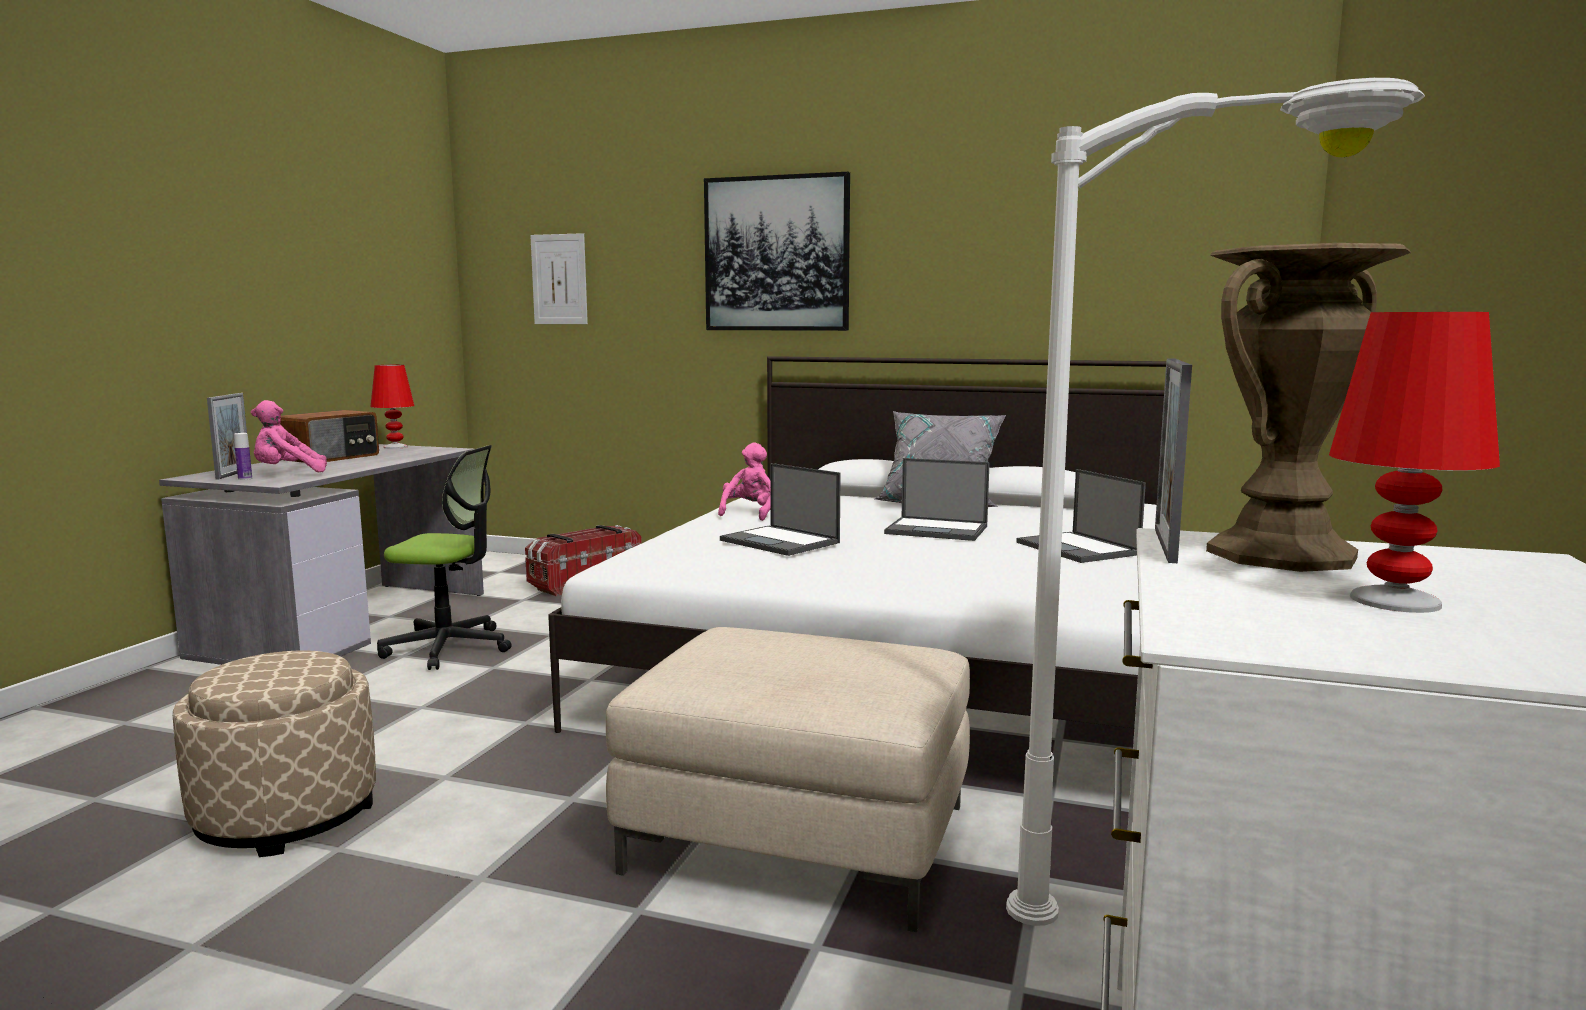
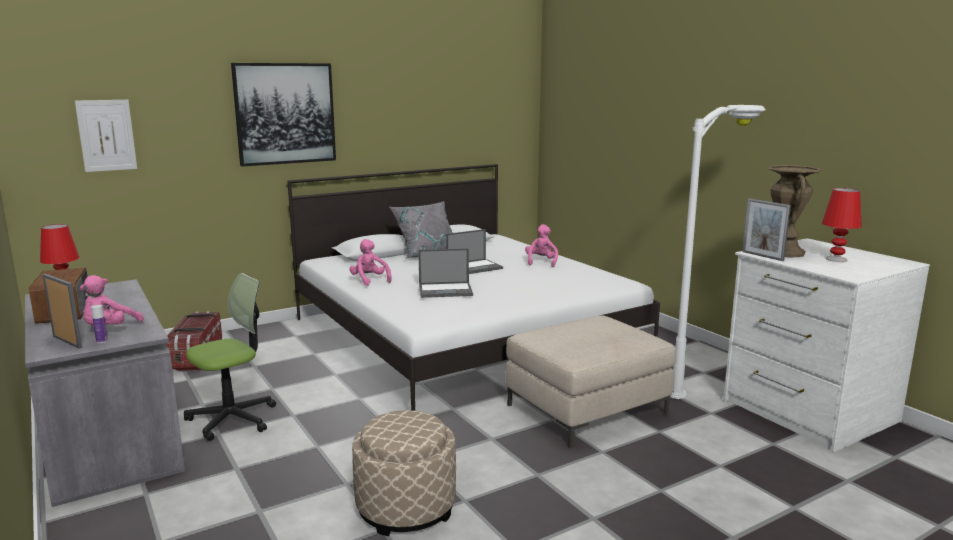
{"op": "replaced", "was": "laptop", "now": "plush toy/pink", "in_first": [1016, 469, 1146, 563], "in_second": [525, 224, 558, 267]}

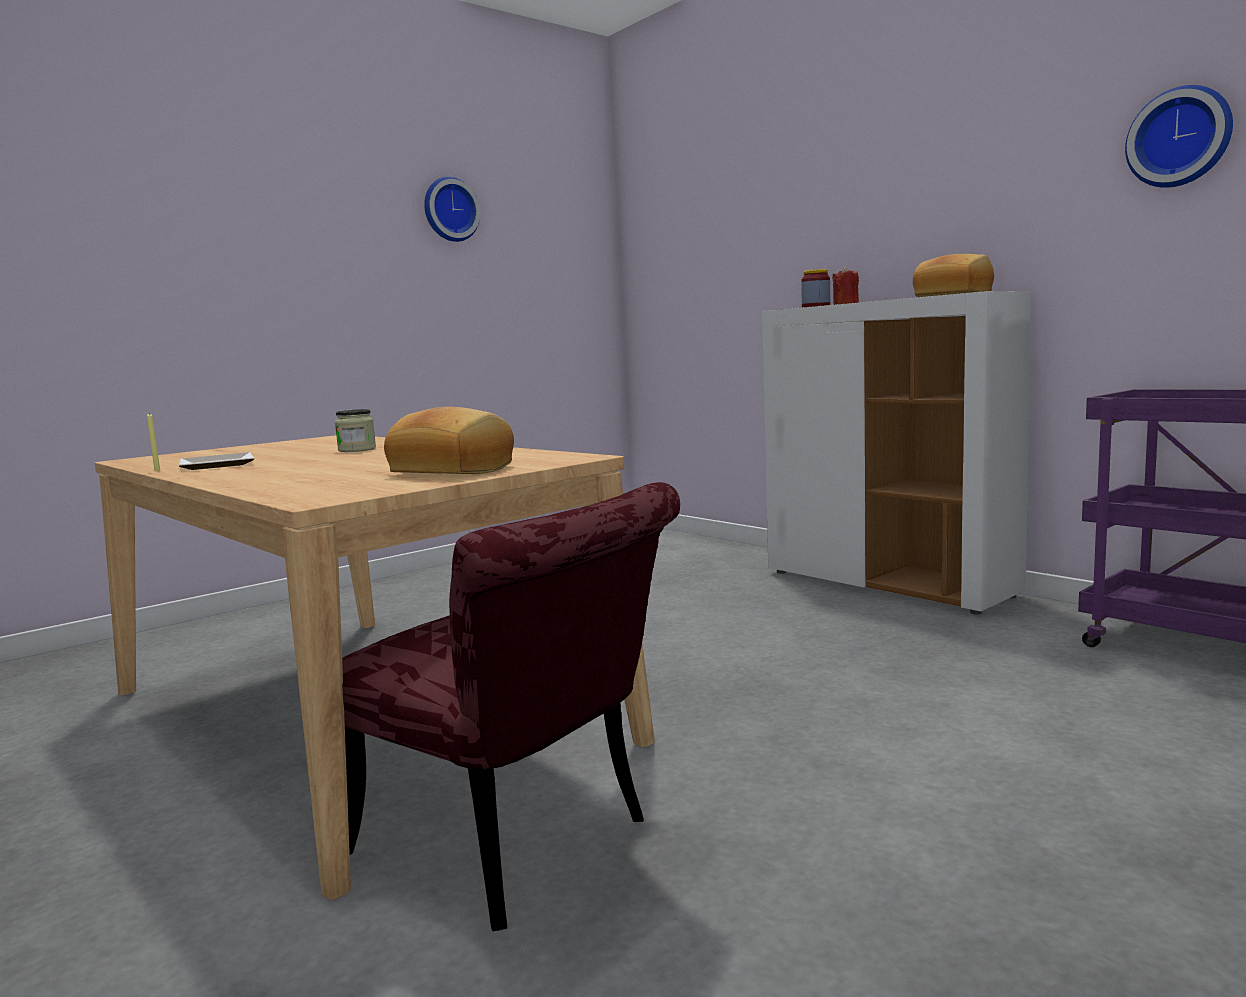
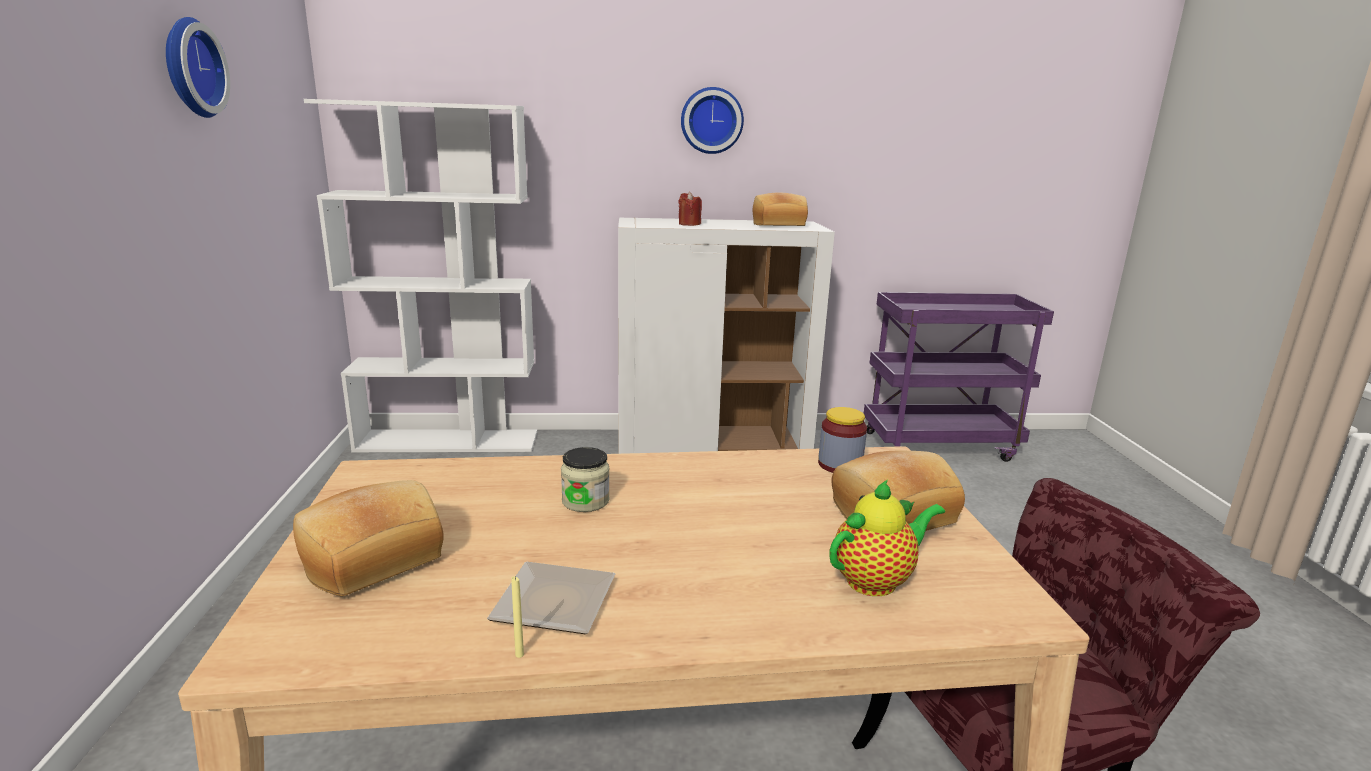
{"op": "added", "now": "bread", "in_second": [293, 480, 444, 596]}
{"op": "added", "now": "bookcase/white", "in_second": [304, 99, 537, 452]}
{"op": "moved", "was": "wall clock", "in_first": [1125, 85, 1233, 188], "in_second": [681, 87, 744, 154]}
{"op": "moved", "was": "jar", "in_first": [801, 269, 830, 307], "in_second": [818, 407, 867, 473]}
{"op": "added", "now": "teapot", "in_second": [830, 479, 945, 596]}

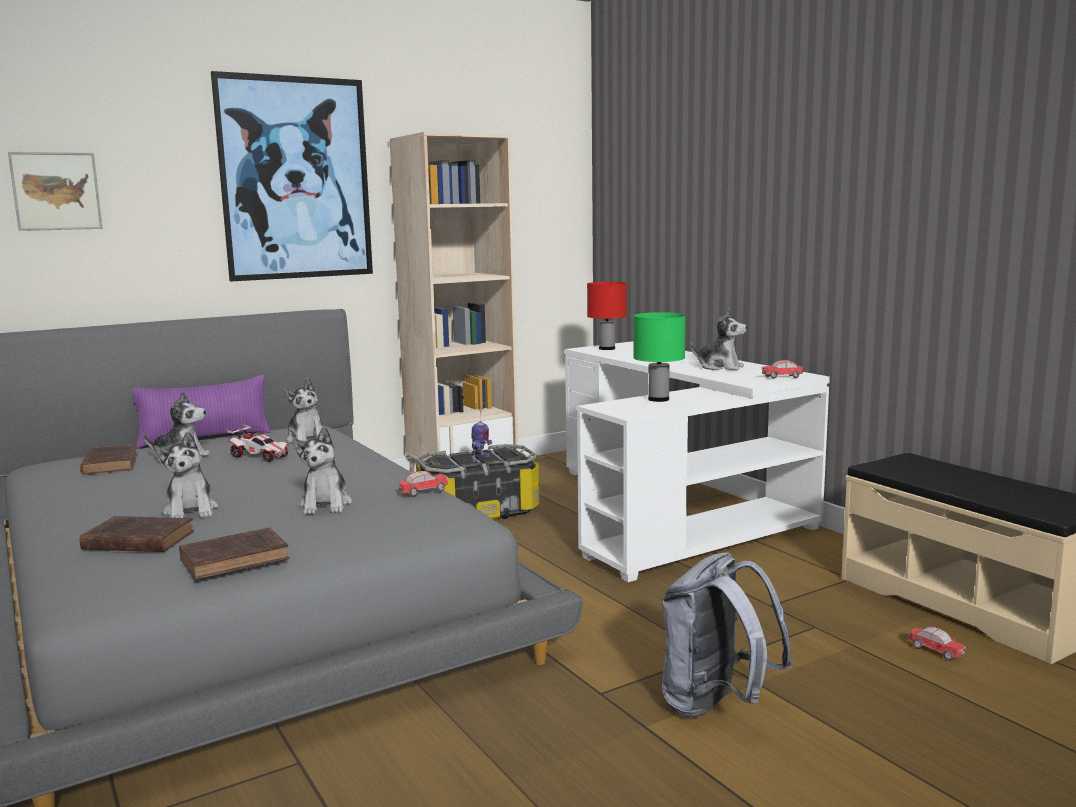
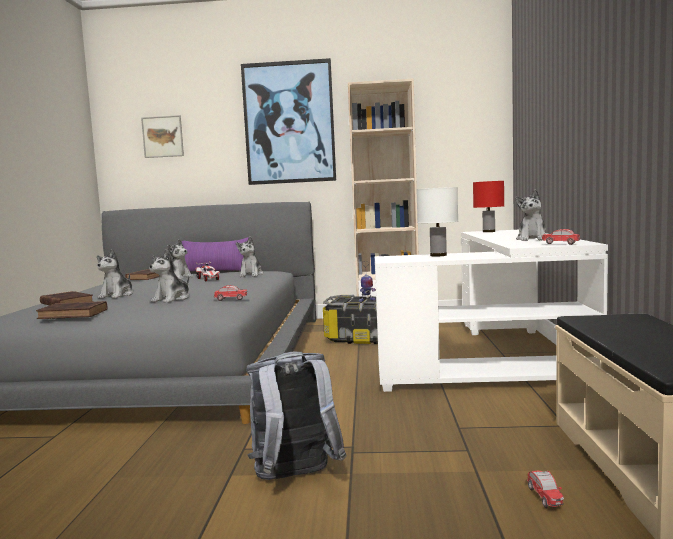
{"op": "recoloured", "was": "table lamp/green", "now": "table lamp/white", "in_first": [633, 312, 686, 402], "in_second": [416, 187, 458, 257]}
{"op": "turned", "was": "plush toy", "in_first": [691, 308, 747, 370], "in_second": [515, 189, 546, 241], "clockwise": 45}

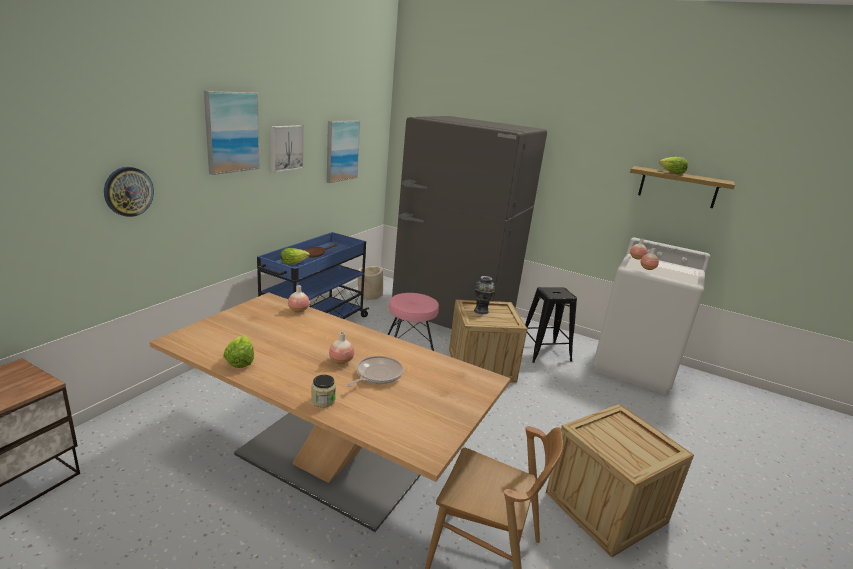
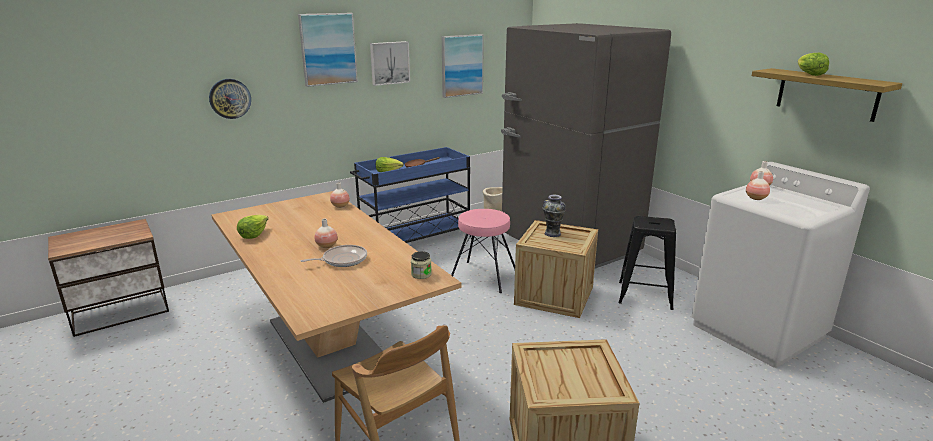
{"op": "moved", "was": "jar", "in_first": [312, 375, 336, 408], "in_second": [411, 251, 432, 279]}

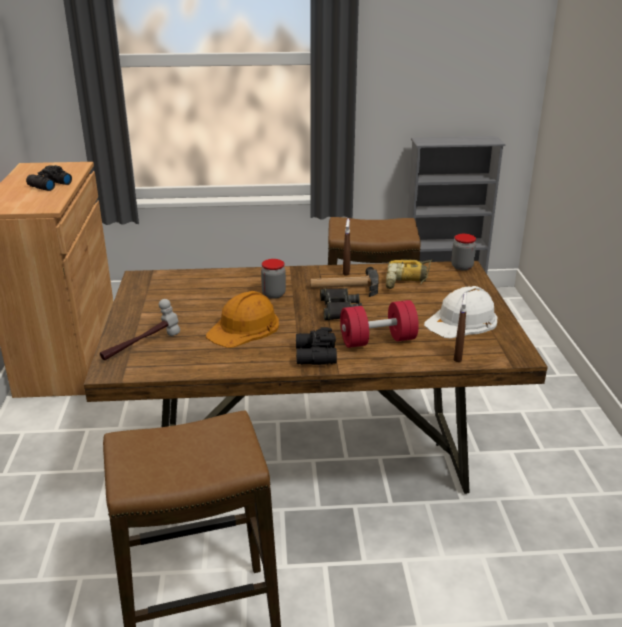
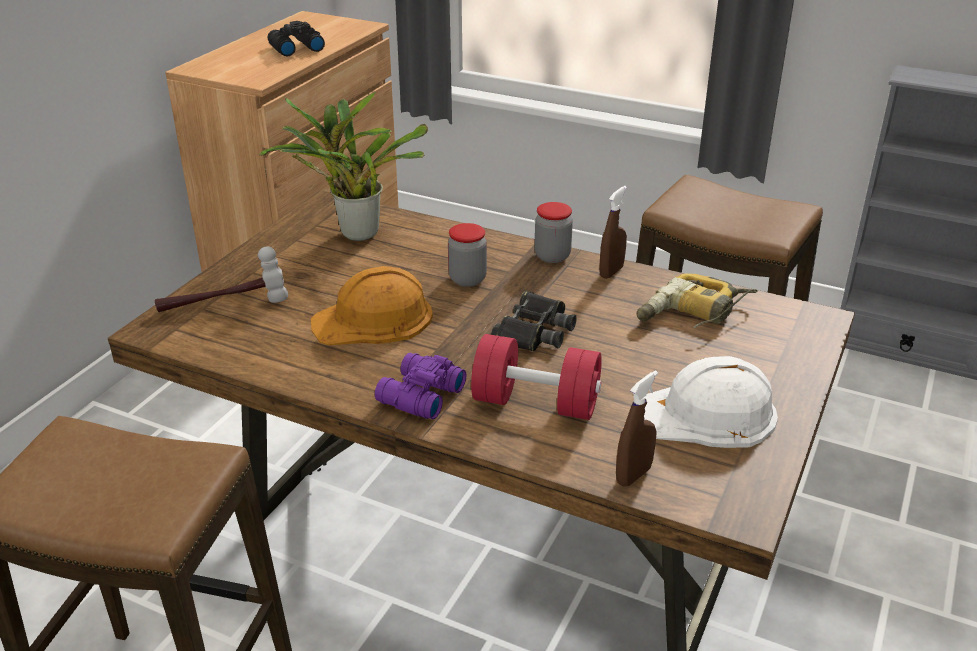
{"op": "added", "now": "potted plant", "in_second": [259, 92, 428, 241]}
{"op": "recoloured", "was": "binoculars/black", "now": "binoculars/purple", "in_first": [296, 327, 337, 365], "in_second": [375, 353, 466, 419]}
{"op": "moved", "was": "jar", "in_first": [451, 234, 476, 270], "in_second": [534, 202, 573, 263]}
{"op": "removed", "was": "hammer", "in_first": [310, 267, 378, 297]}

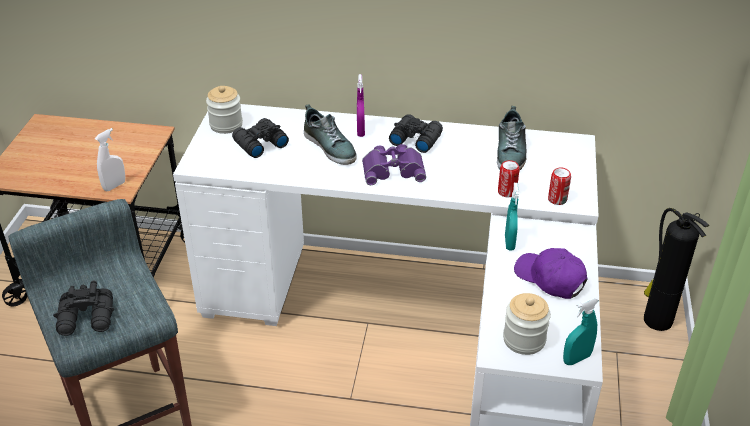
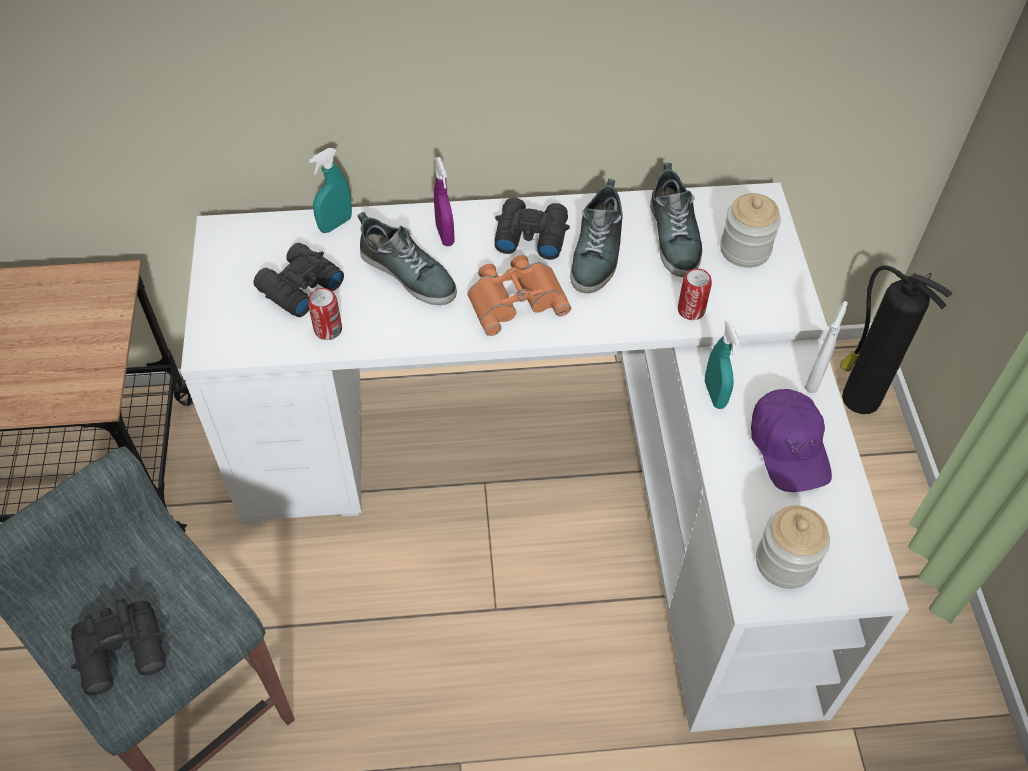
{"op": "moved", "was": "can", "in_first": [548, 168, 571, 205], "in_second": [308, 288, 342, 340]}
{"op": "moved", "was": "spray bottle/turquoise", "in_first": [563, 297, 599, 365], "in_second": [309, 148, 352, 233]}
{"op": "recoloured", "was": "binoculars/purple", "now": "binoculars/orange", "in_first": [362, 144, 426, 185], "in_second": [467, 255, 571, 336]}
{"op": "added", "now": "shoe", "in_second": [570, 178, 623, 293]}
{"op": "moved", "was": "jar", "in_first": [206, 86, 243, 134], "in_second": [720, 193, 781, 268]}
{"op": "turned", "was": "cap/purple", "in_first": [514, 248, 587, 299], "in_second": [751, 389, 832, 492], "clockwise": -135}
{"op": "moved", "was": "spray bottle/white", "in_first": [95, 128, 125, 191], "in_second": [805, 301, 848, 393]}

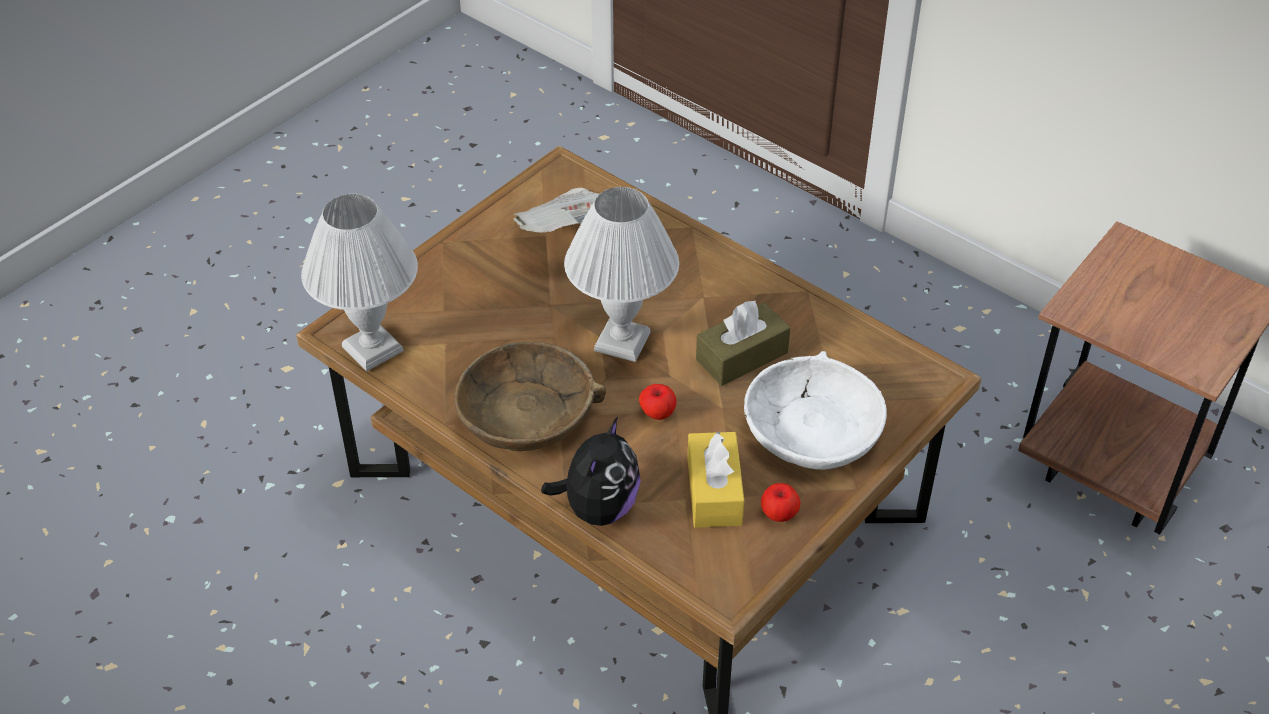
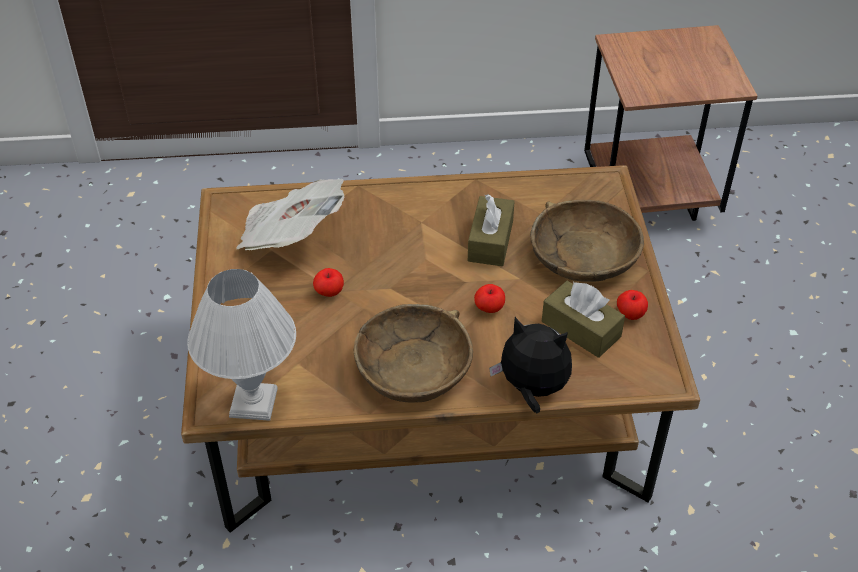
{"op": "added", "now": "apple", "in_second": [313, 268, 344, 297]}
{"op": "turned", "was": "plush toy", "in_first": [541, 417, 641, 526], "in_second": [489, 317, 572, 413], "clockwise": -45}
{"op": "recoloured", "was": "bowl/white", "now": "bowl/brown", "in_first": [744, 351, 887, 470], "in_second": [530, 200, 644, 282]}
{"op": "recoloured", "was": "tissue box/yellow", "now": "tissue box/brown", "in_first": [687, 431, 744, 528], "in_second": [542, 281, 625, 358]}
{"op": "removed", "was": "table lamp/white", "in_first": [564, 187, 679, 362]}

